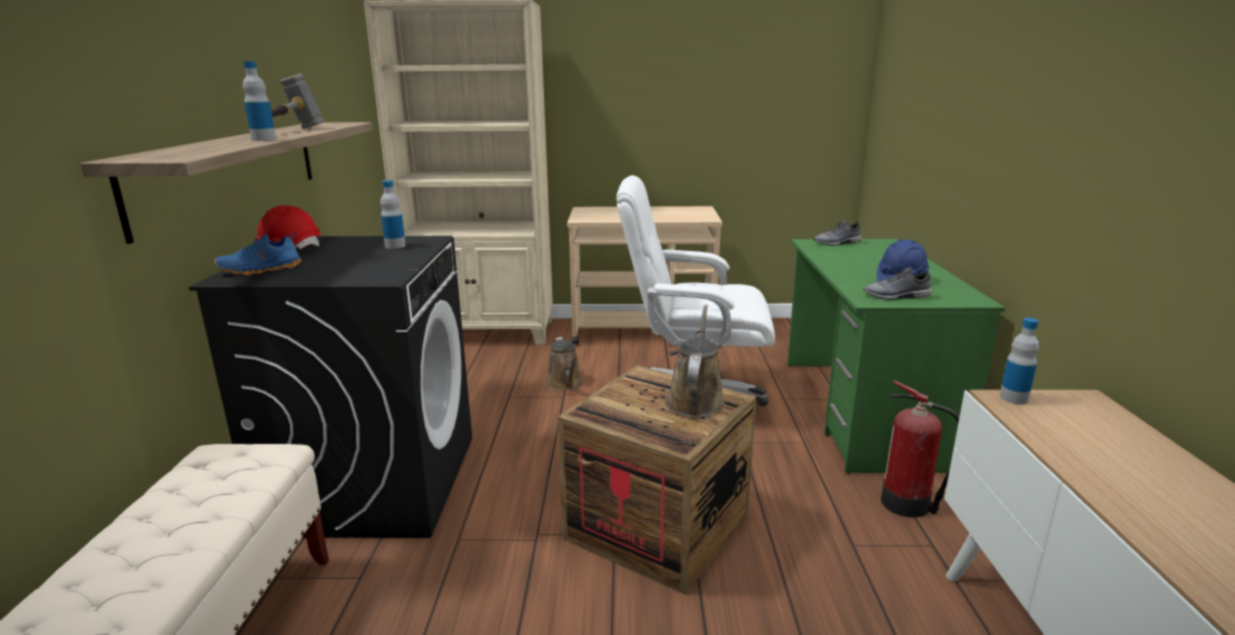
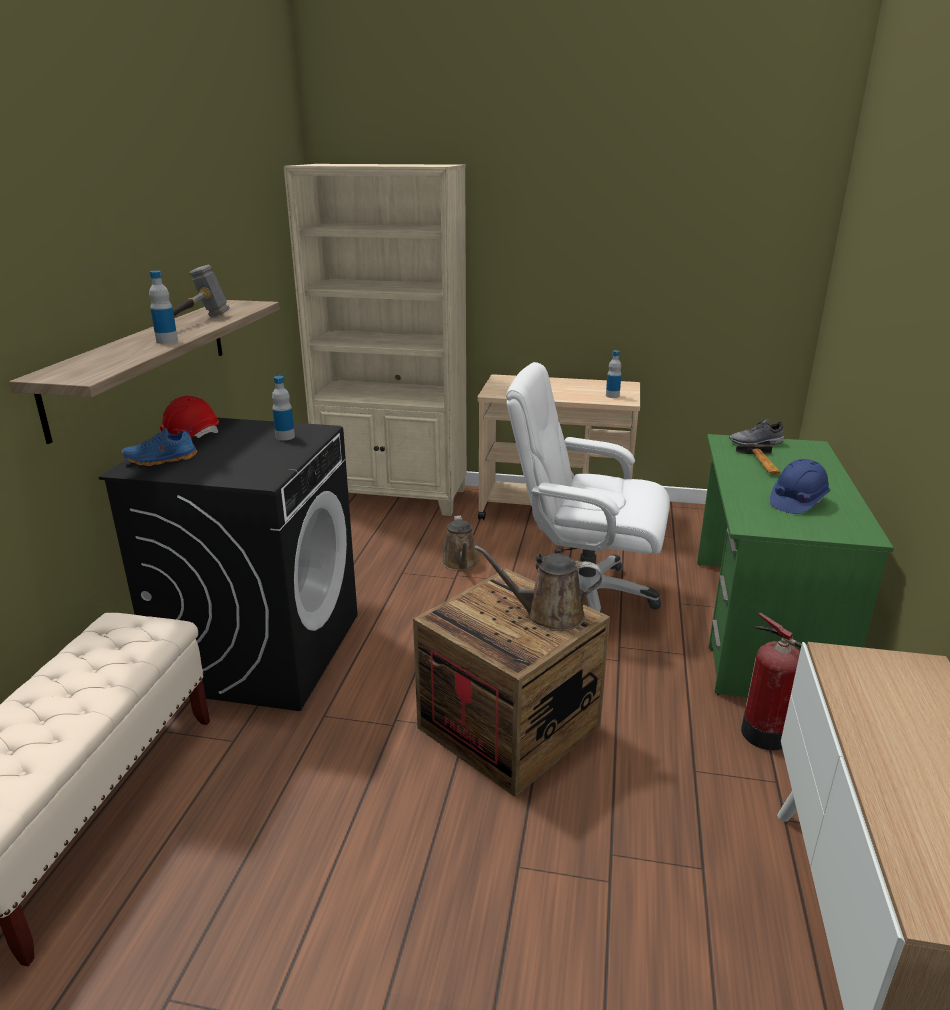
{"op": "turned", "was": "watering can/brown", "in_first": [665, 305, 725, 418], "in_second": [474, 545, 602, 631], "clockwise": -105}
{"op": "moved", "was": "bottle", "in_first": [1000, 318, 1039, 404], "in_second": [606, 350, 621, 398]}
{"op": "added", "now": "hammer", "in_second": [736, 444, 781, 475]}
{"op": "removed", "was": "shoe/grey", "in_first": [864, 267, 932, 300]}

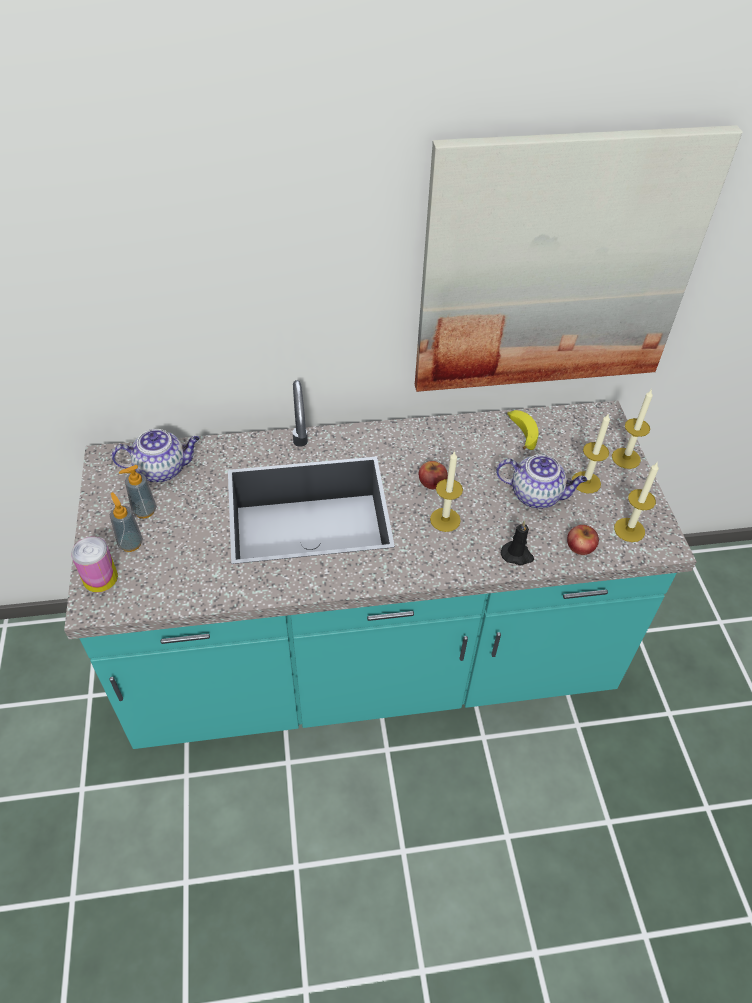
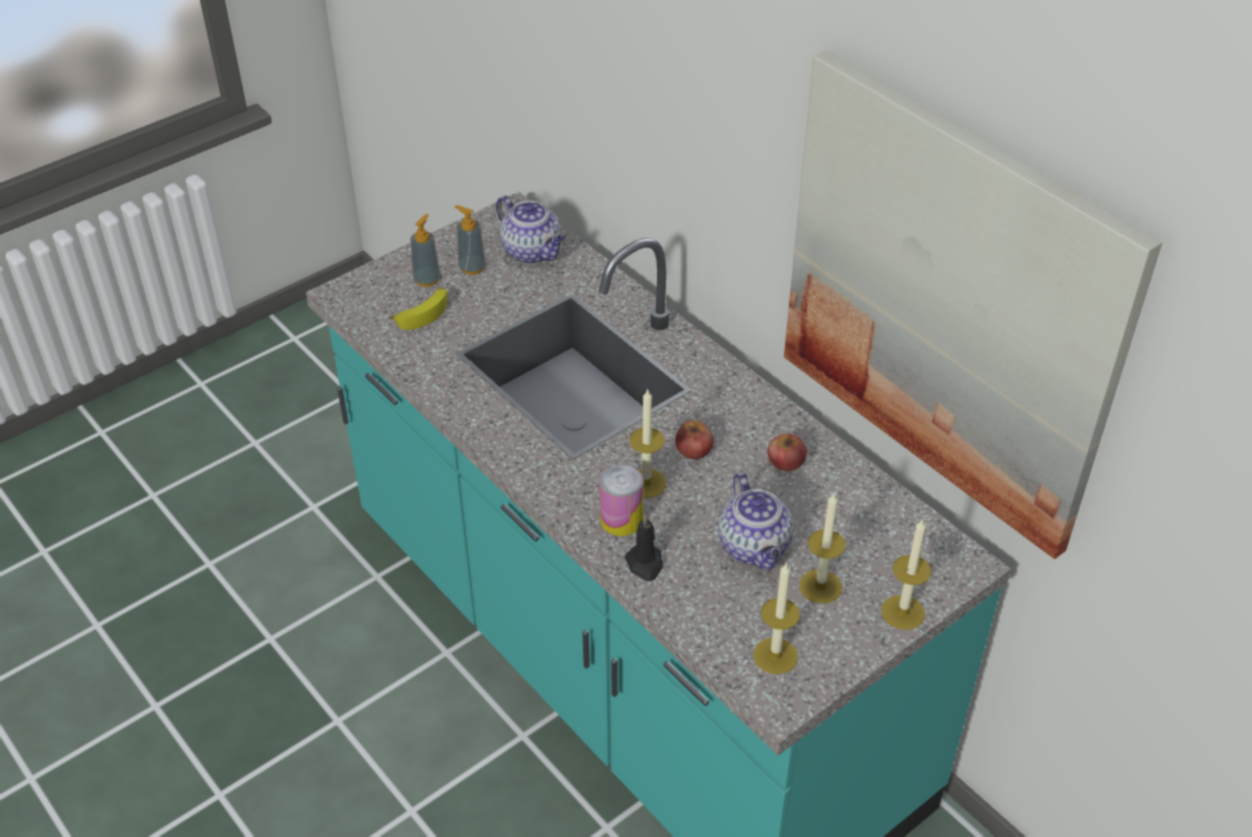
{"op": "moved", "was": "banana", "in_first": [507, 410, 538, 450], "in_second": [390, 287, 448, 330]}
{"op": "moved", "was": "can", "in_first": [71, 537, 118, 592], "in_second": [600, 465, 643, 536]}
{"op": "moved", "was": "apple", "in_first": [567, 525, 599, 555], "in_second": [768, 434, 807, 471]}

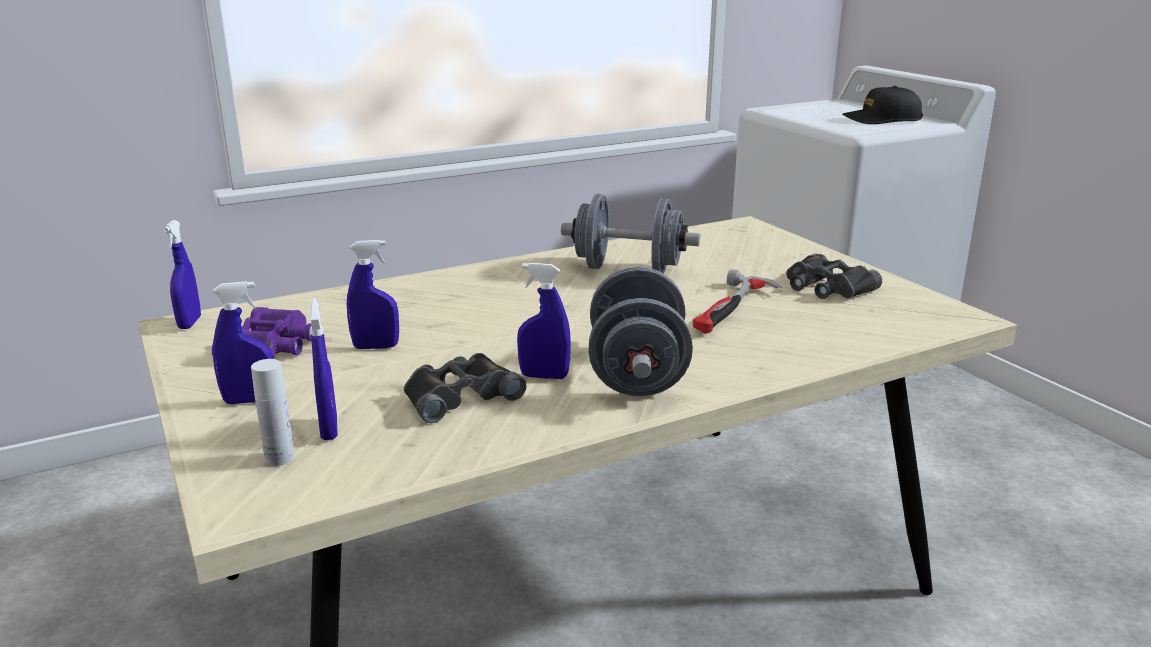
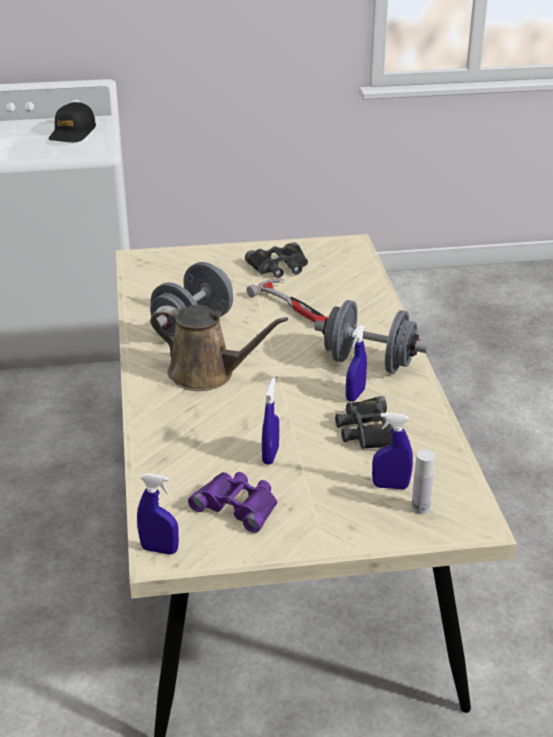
{"op": "added", "now": "watering can/brown", "in_second": [150, 305, 288, 391]}
{"op": "removed", "was": "spray bottle/blue", "in_first": [213, 281, 274, 404]}

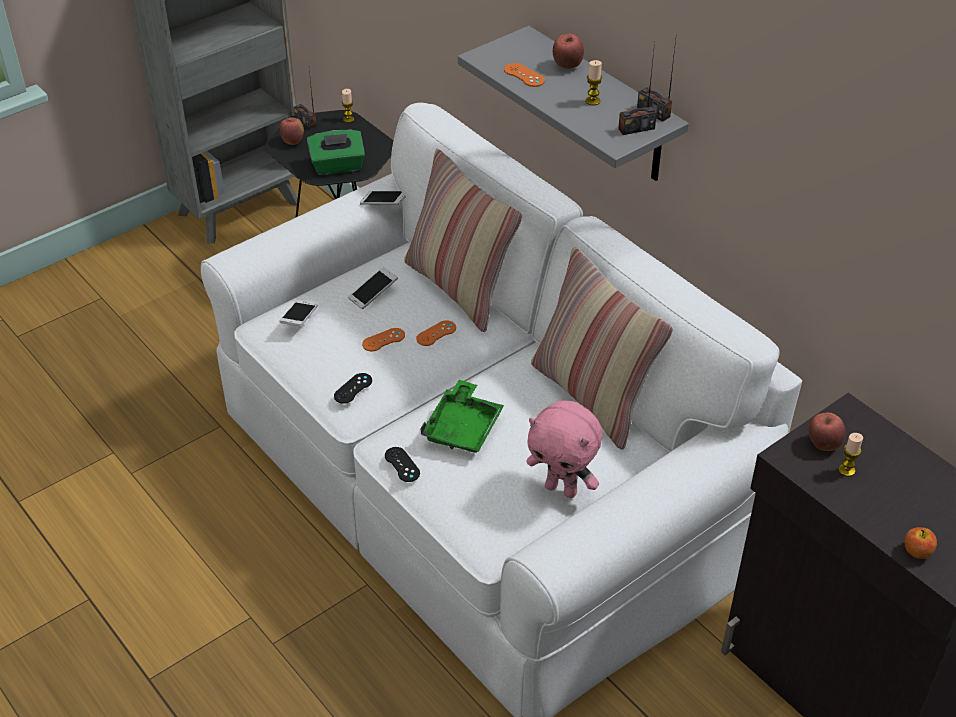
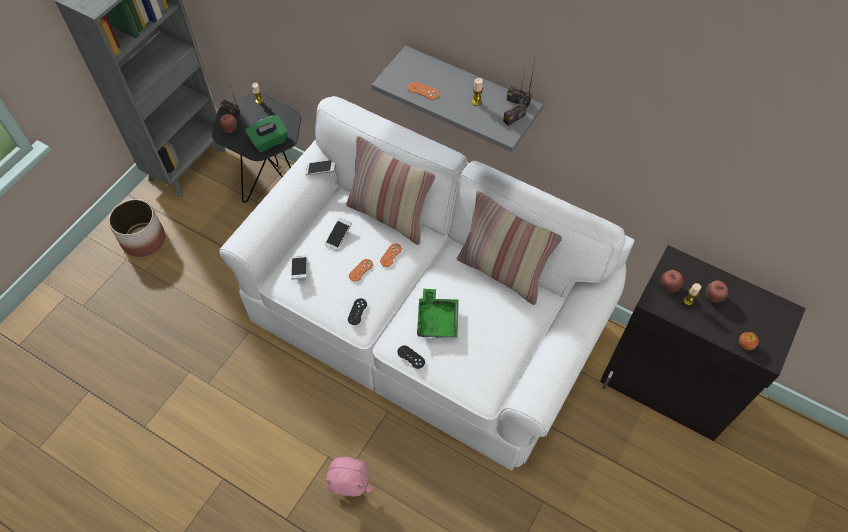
{"op": "added", "now": "planter", "in_second": [108, 199, 165, 257]}
{"op": "moved", "was": "plush toy/pink", "in_first": [526, 401, 603, 498], "in_second": [325, 457, 372, 497]}
{"op": "moved", "was": "apple", "in_first": [553, 34, 584, 69], "in_second": [706, 280, 728, 302]}

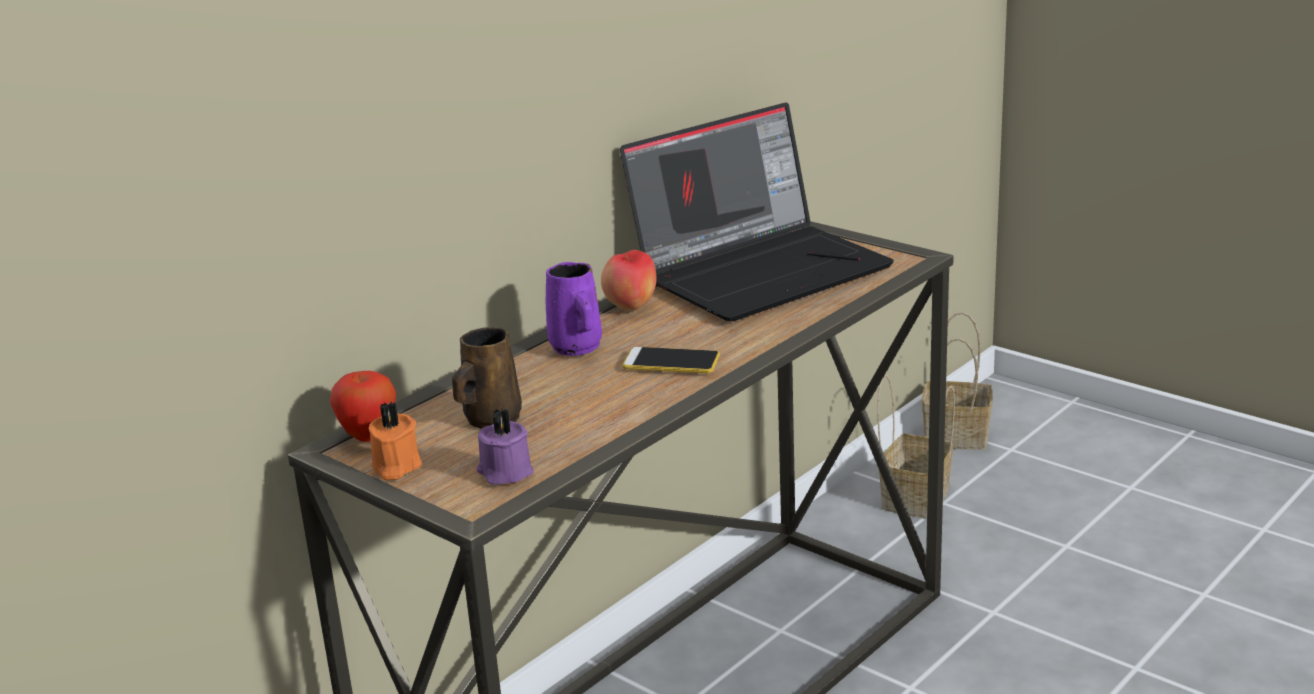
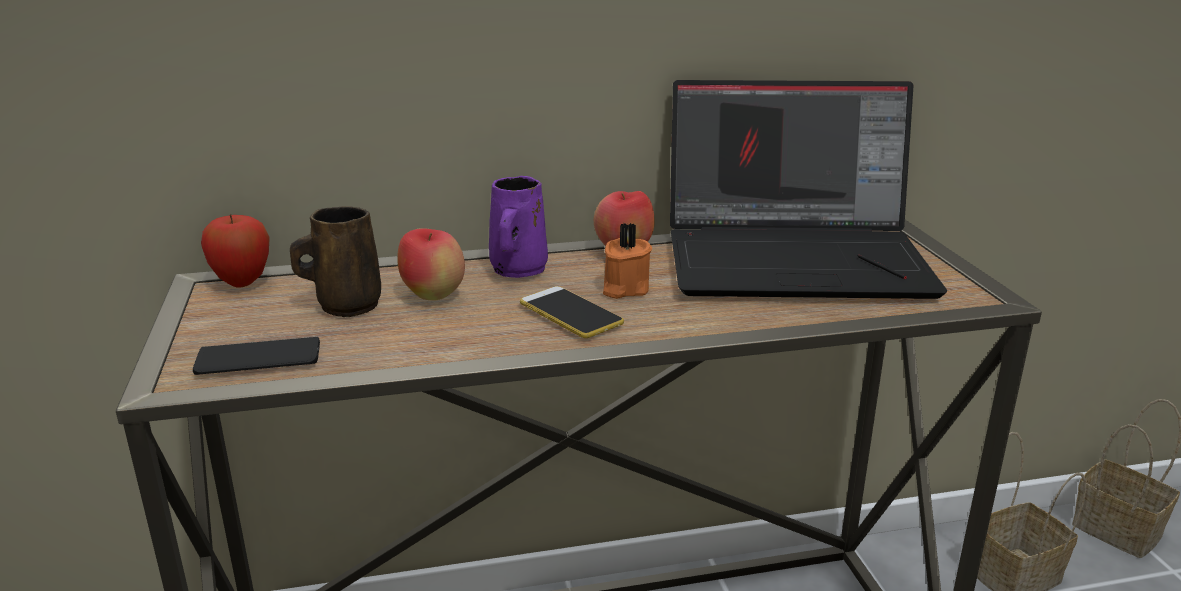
{"op": "replaced", "was": "candle/purple", "now": "phone", "in_first": [476, 408, 534, 484], "in_second": [193, 337, 320, 375]}
{"op": "added", "now": "apple", "in_second": [397, 228, 465, 300]}
{"op": "moved", "was": "candle/orange", "in_first": [369, 402, 422, 480], "in_second": [603, 223, 652, 299]}

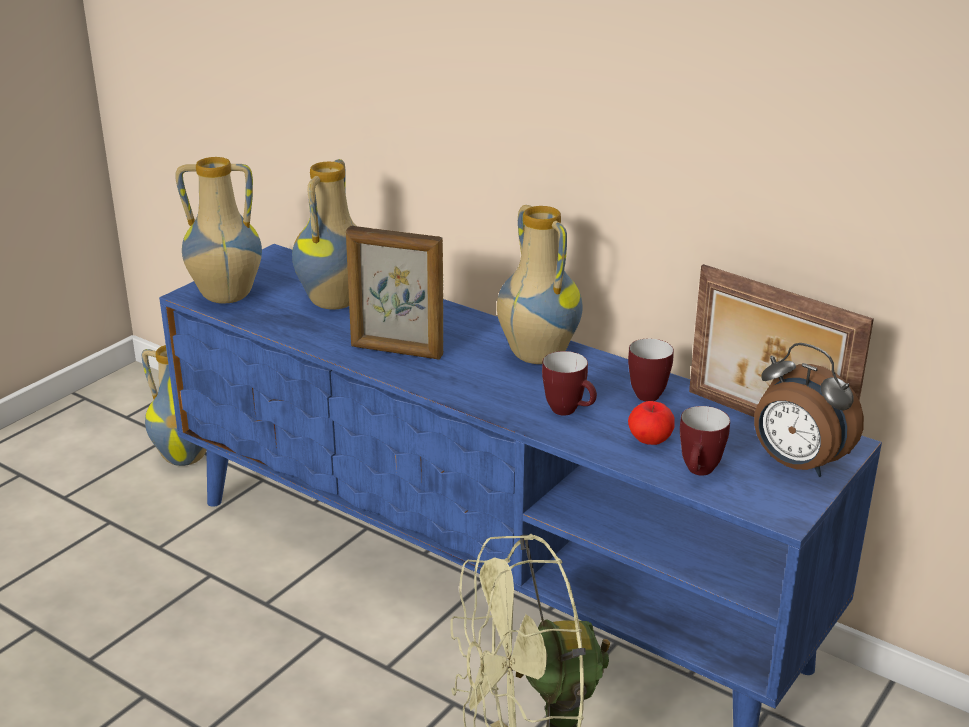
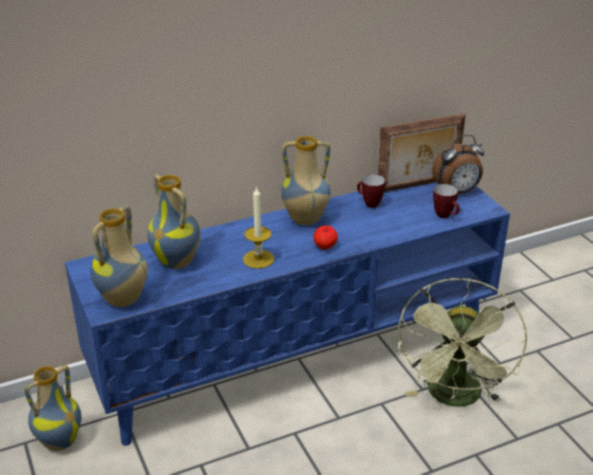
{"op": "replaced", "was": "picture frame", "now": "candle", "in_first": [346, 225, 443, 360], "in_second": [243, 186, 274, 269]}
{"op": "moved", "was": "apple", "in_first": [628, 401, 675, 445], "in_second": [313, 226, 338, 249]}
{"op": "removed", "was": "mug", "in_first": [542, 351, 597, 416]}

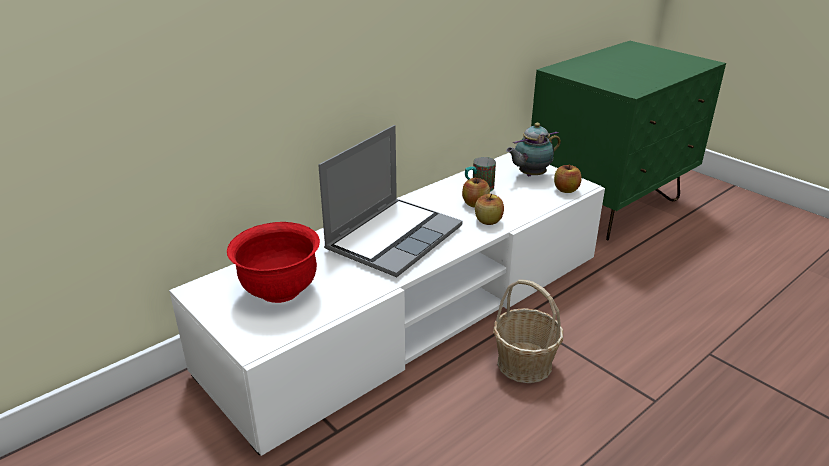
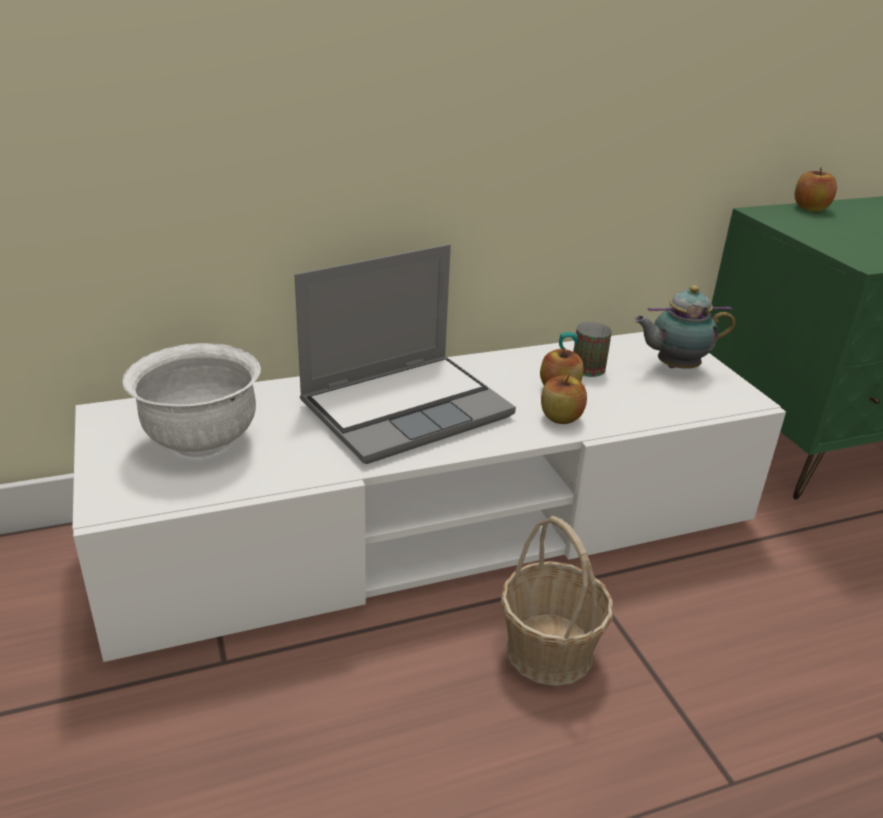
{"op": "recoloured", "was": "bowl/red", "now": "bowl/white", "in_first": [227, 222, 320, 303], "in_second": [123, 343, 261, 457]}
{"op": "moved", "was": "apple", "in_first": [554, 164, 582, 193], "in_second": [794, 167, 837, 211]}

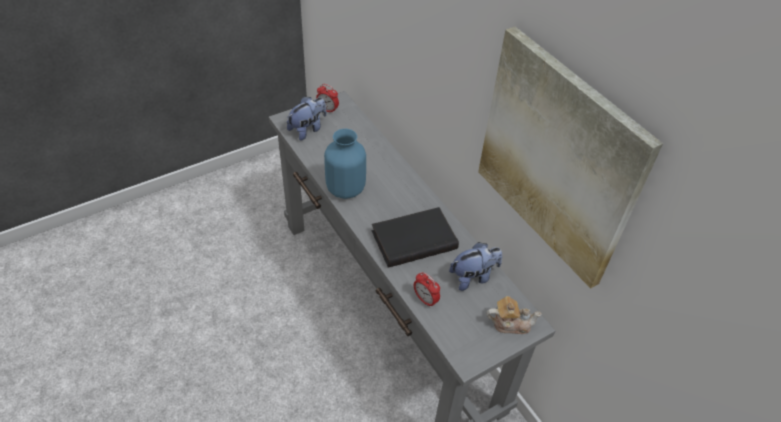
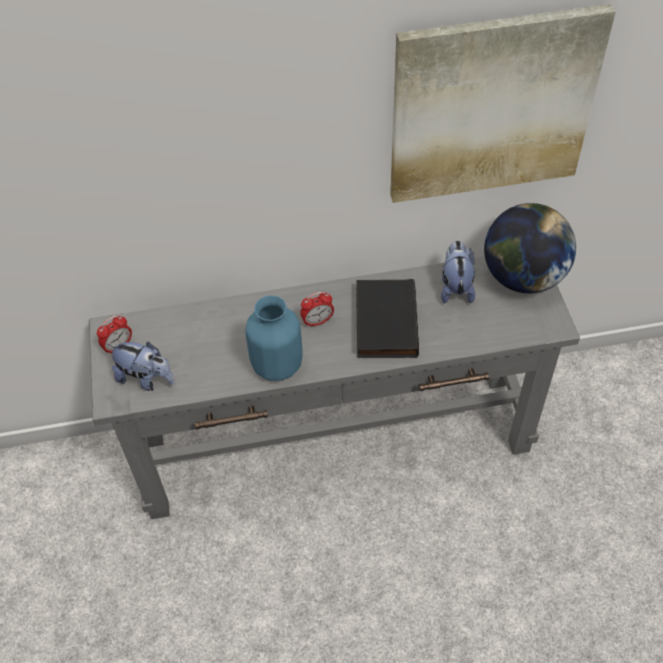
{"op": "turned", "was": "plush toy", "in_first": [287, 97, 326, 141], "in_second": [108, 342, 175, 391], "clockwise": 135}
{"op": "moved", "was": "alarm clock", "in_first": [414, 272, 440, 308], "in_second": [300, 292, 334, 328]}
{"op": "replaced", "was": "teapot", "now": "globe", "in_first": [487, 296, 542, 334], "in_second": [484, 203, 576, 294]}

